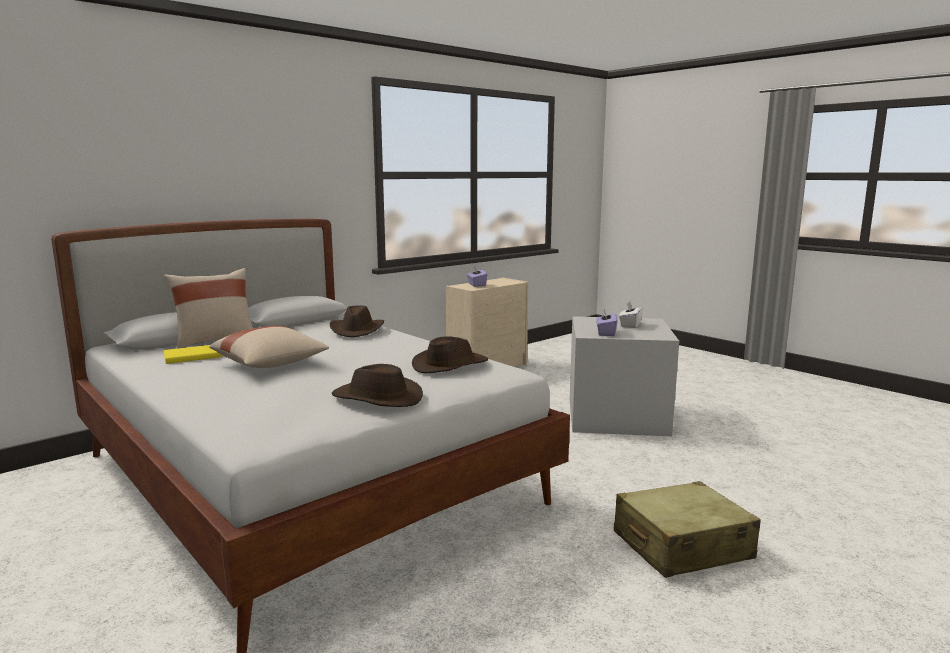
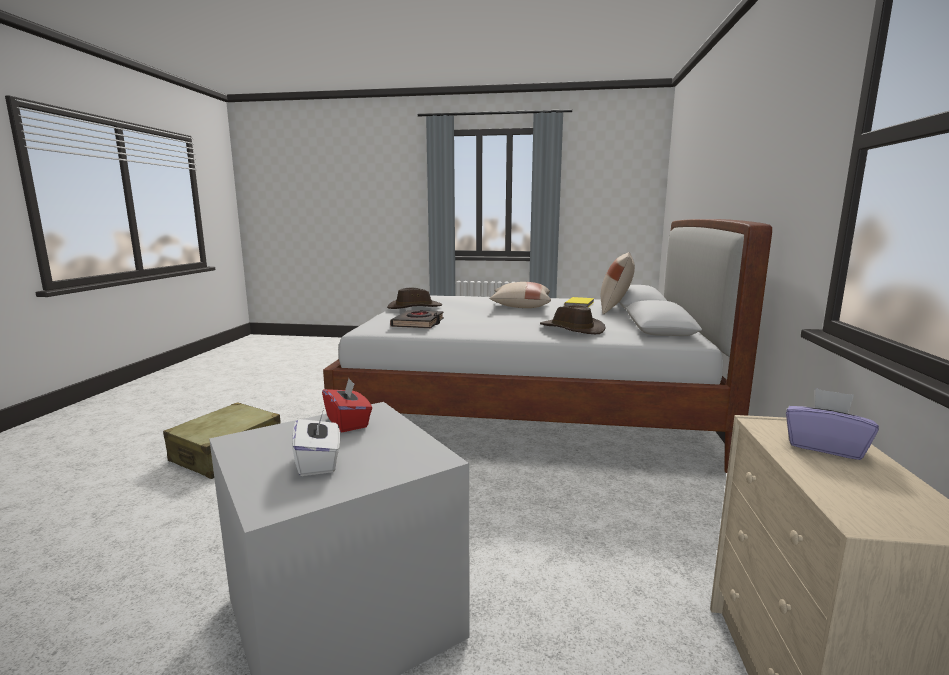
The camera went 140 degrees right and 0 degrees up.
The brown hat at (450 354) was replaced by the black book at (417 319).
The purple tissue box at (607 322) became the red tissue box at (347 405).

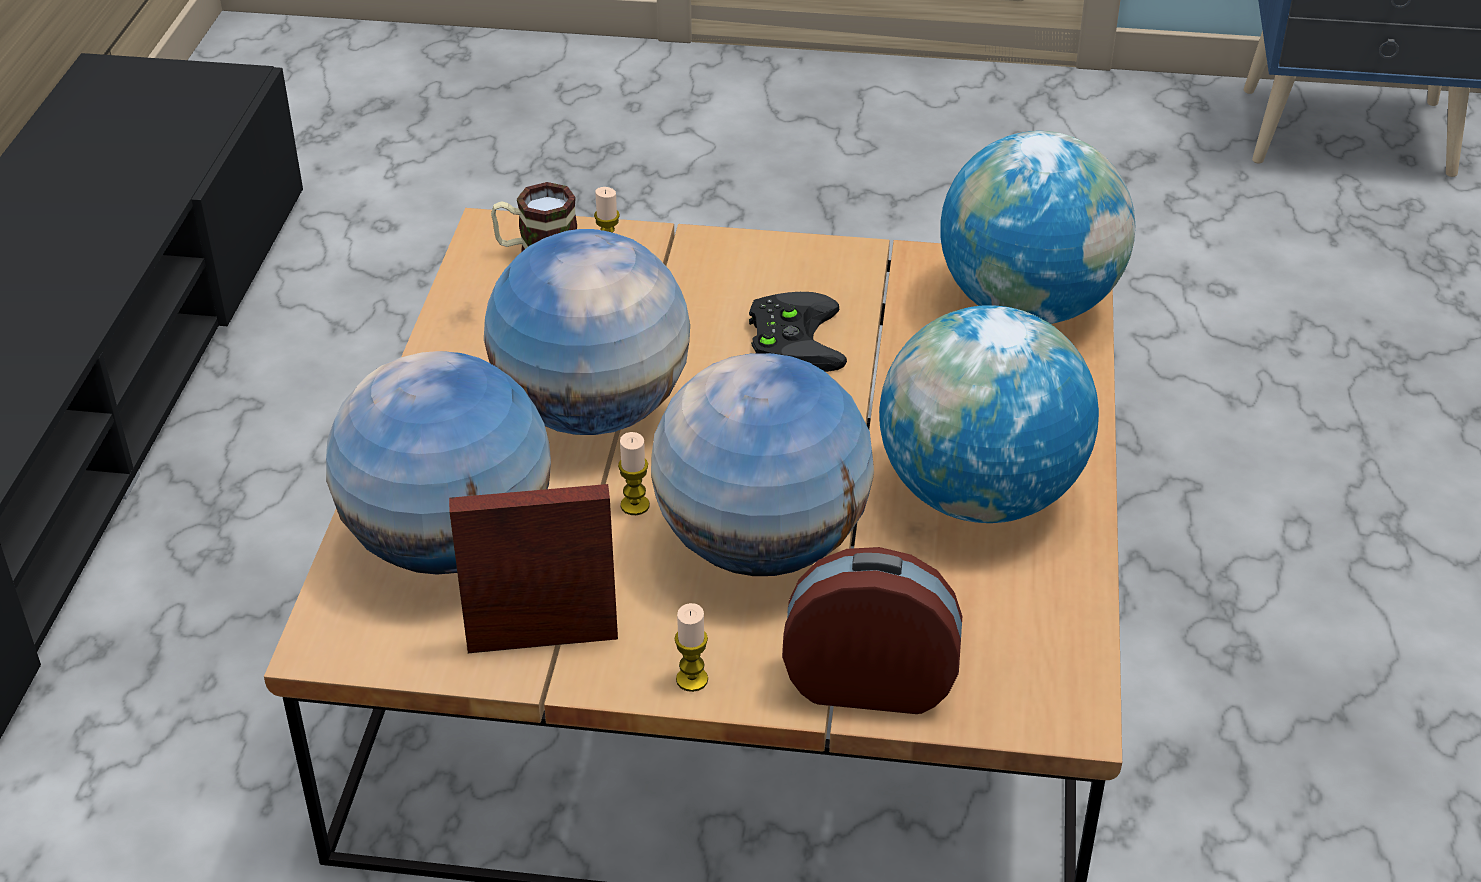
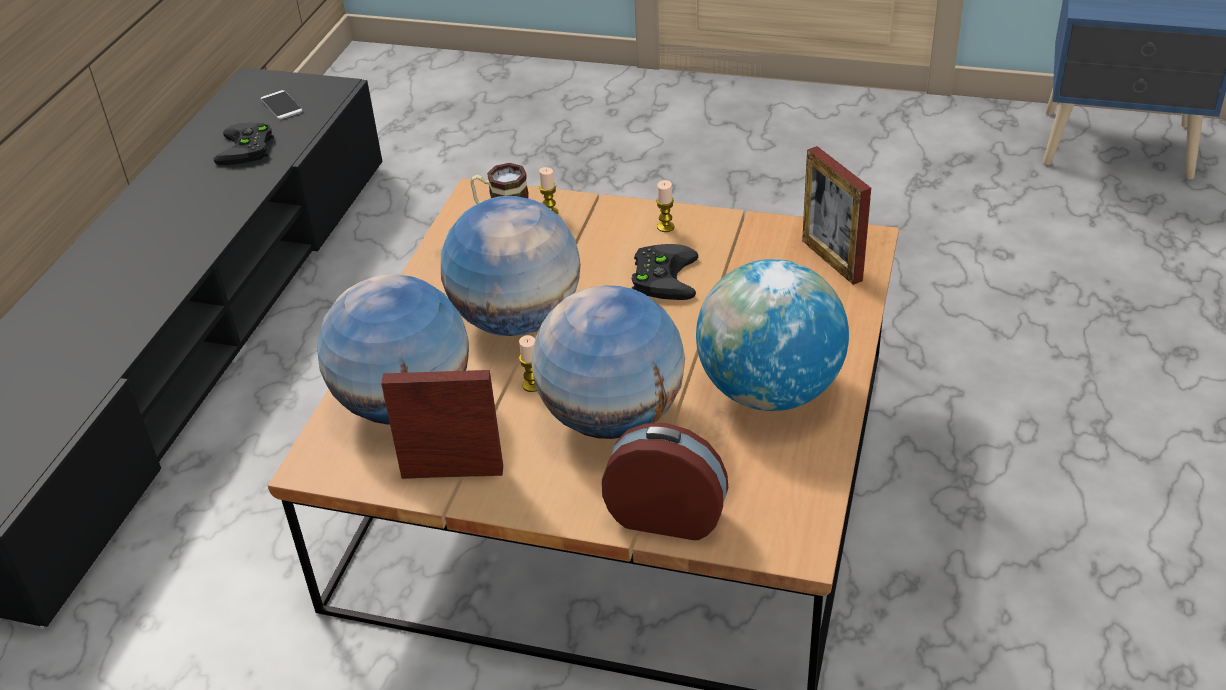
The camera went 10 degrees right and 0 degrees up.
The black game controller at (244 144) appeared.
The phone at (281 104) appeared.
The candle moved from (691 647) to (665 206).
The globe at (1037 227) was replaced by the picture frame at (836 215).

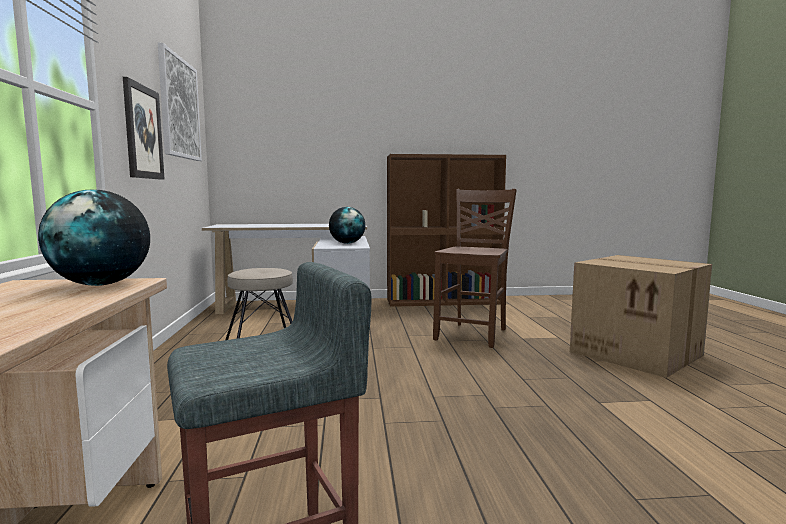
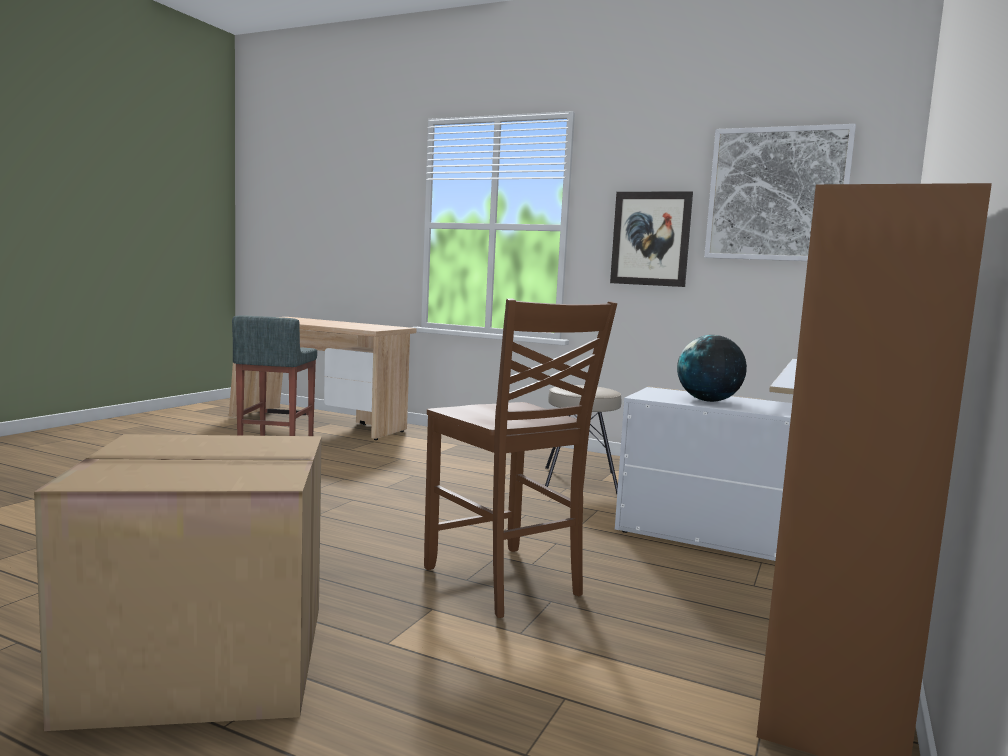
The camera went 120 degrees right and 0 degrees up.
The globe at (94 237) disappeared.

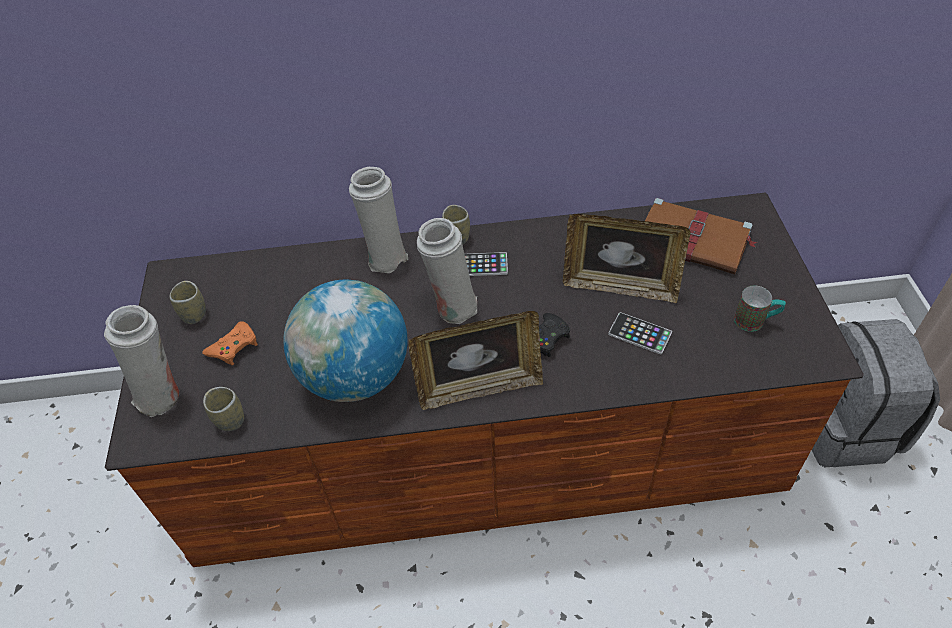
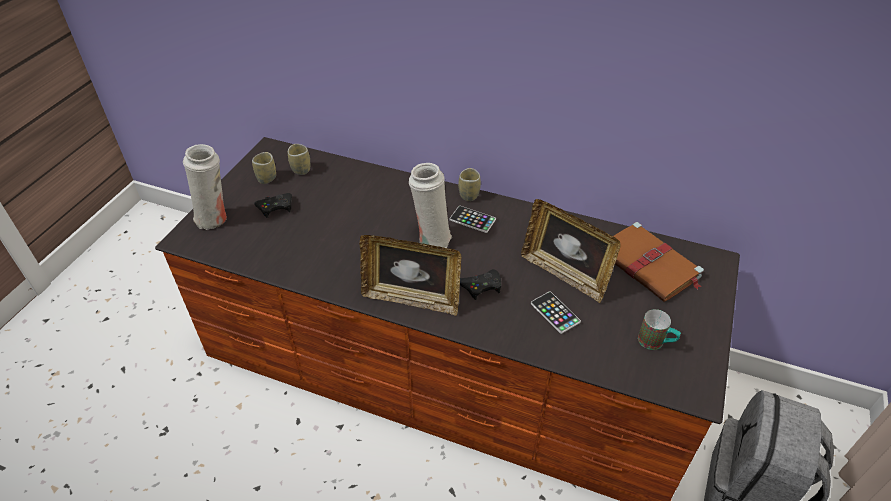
The camera went 25 degrees right and 5 degrees down.
The globe at (345 341) disappeared.
The white vase at (378 220) disappeared.
The cup moved from (223 409) to (299 159).
The orange game controller at (230 343) became the black game controller at (273 205).

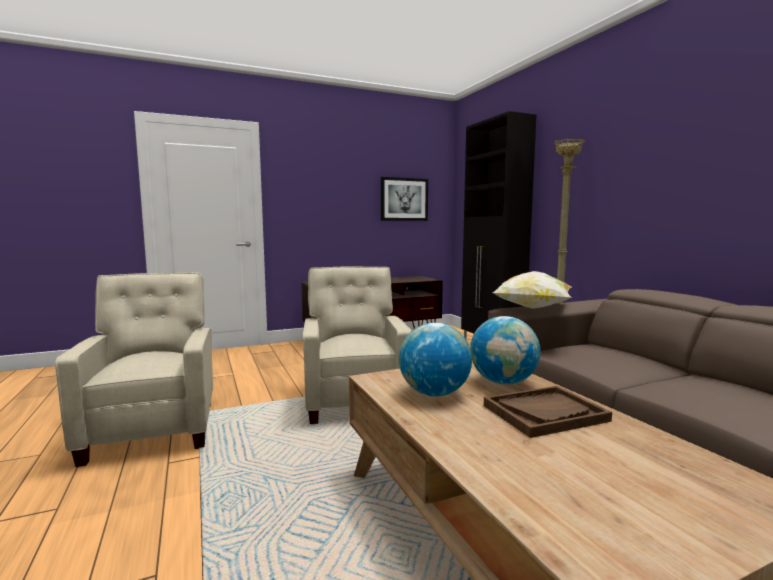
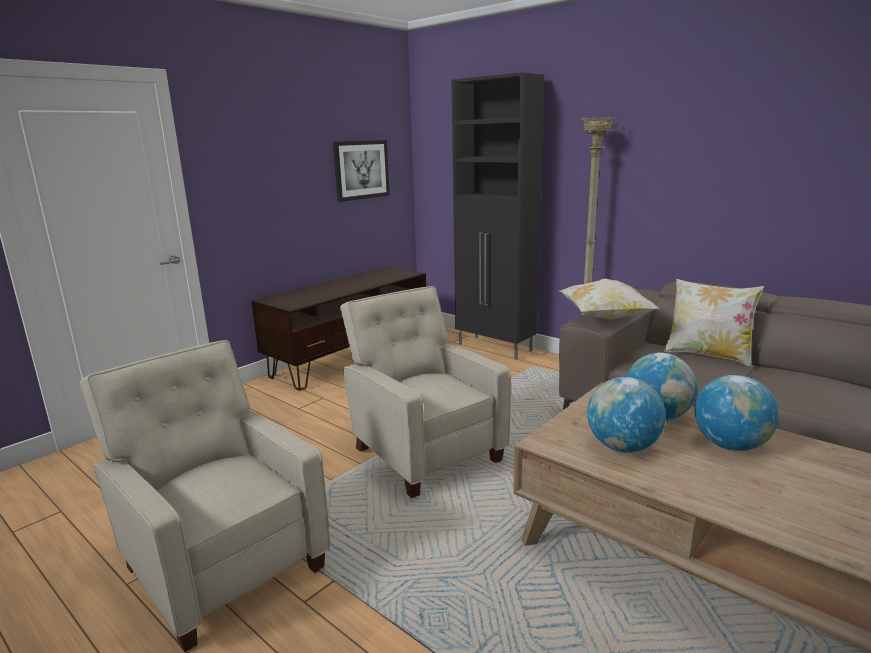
The camera went 25 degrees left and 10 degrees up.
The pillow at (714 322) appeared.
The brown tray at (548 412) was replaced by the globe at (737 413).

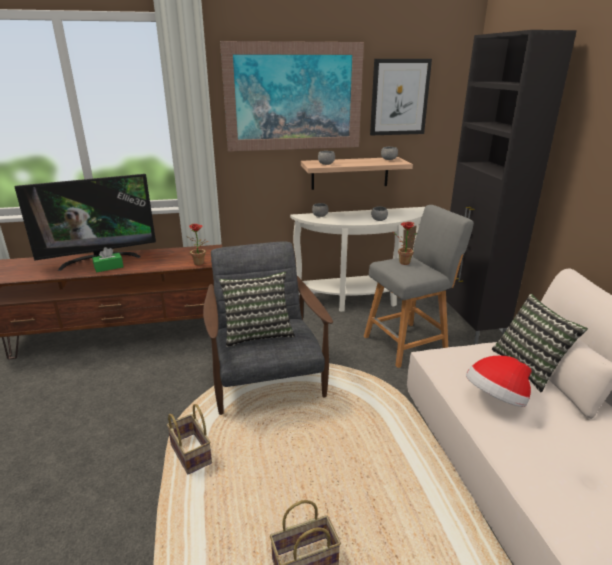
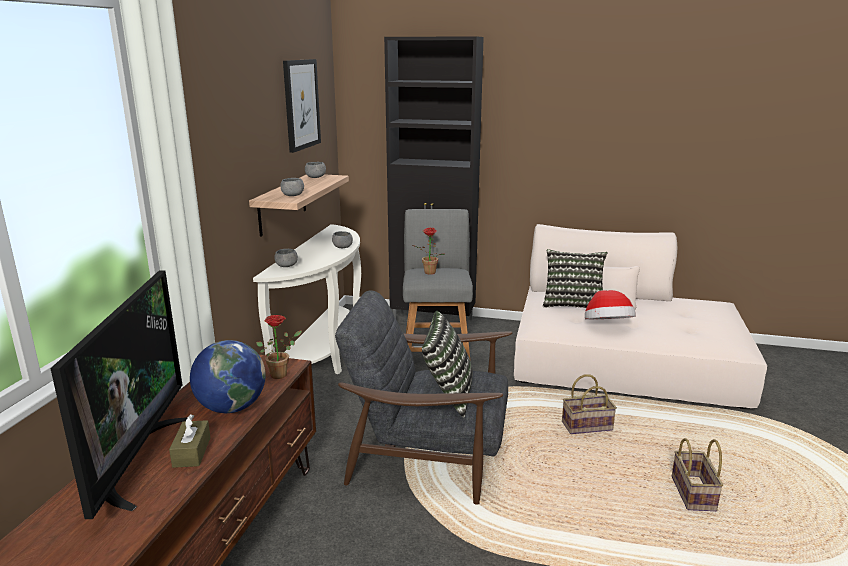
The camera went 65 degrees left and 5 degrees down.
The picture at (292 96) disappeared.
The globe at (228 376) appeared.
The basket moved from (189 439) to (589 404).
The green tissue box at (108 259) became the brown tissue box at (190 441).

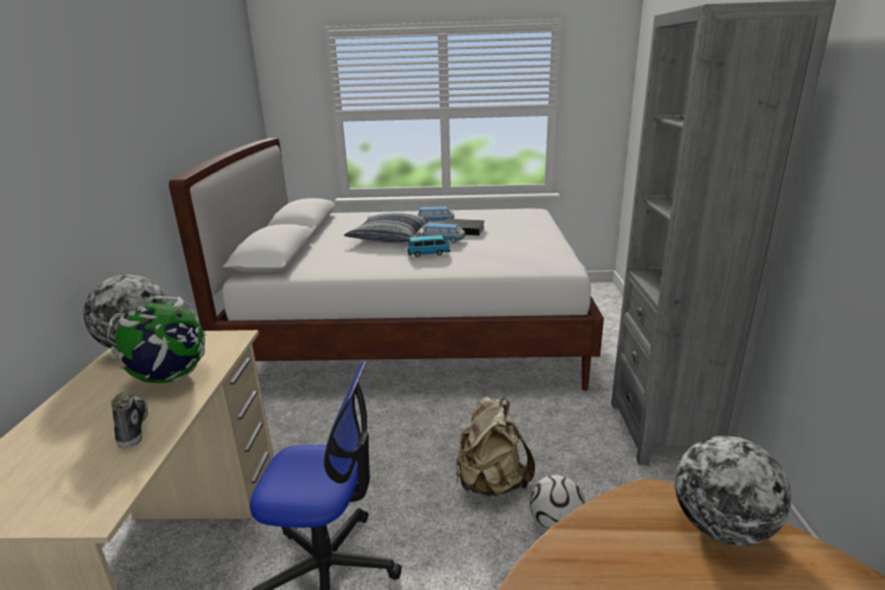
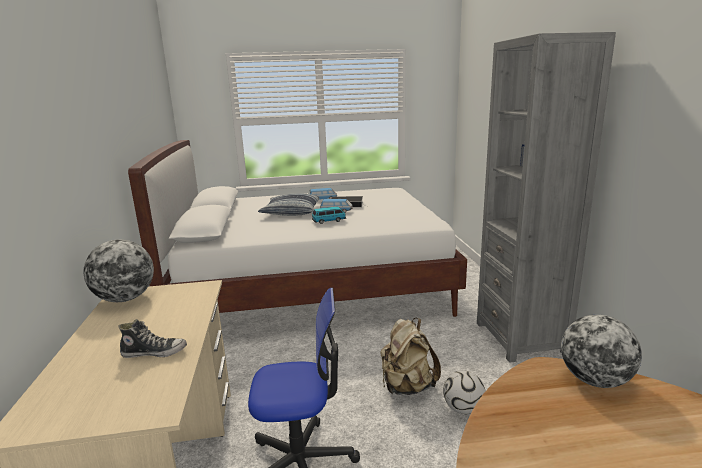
The camera went 10 degrees left and 5 degrees down.
The globe at (156 339) disappeared.
The shoe at (129 420) turned 120 degrees clockwise.

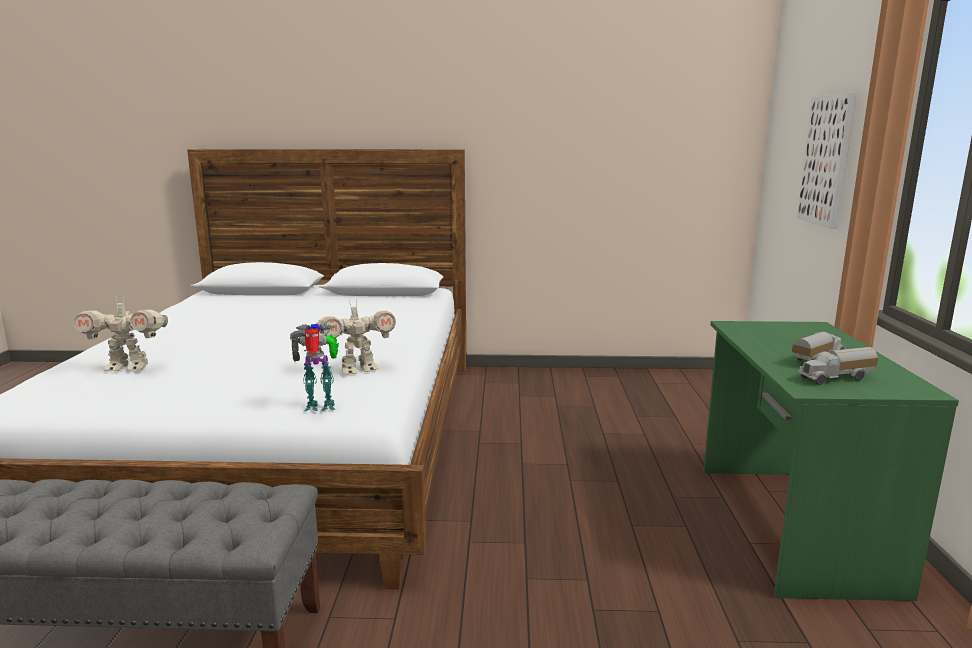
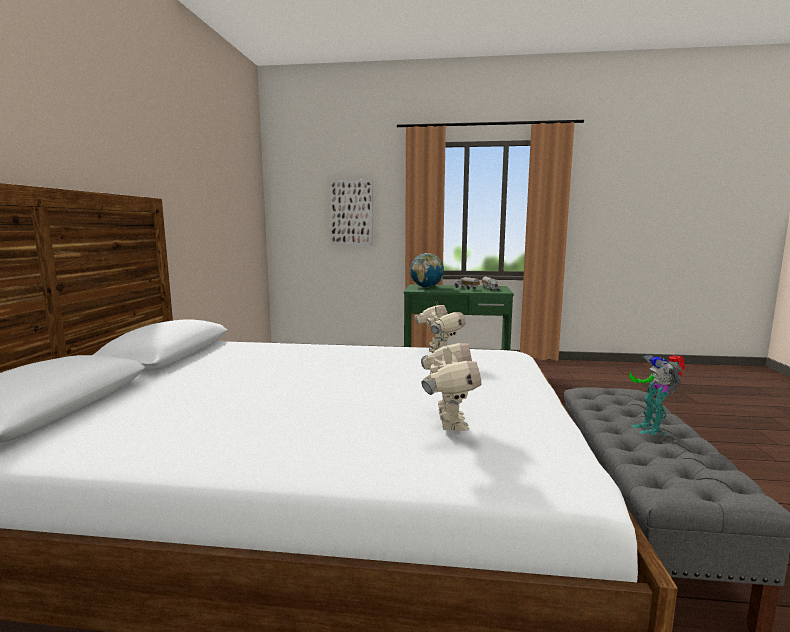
The camera went 85 degrees left and 5 degrees down.
The globe at (427 270) appeared.
The toy robot moved from (314 367) to (657 394).

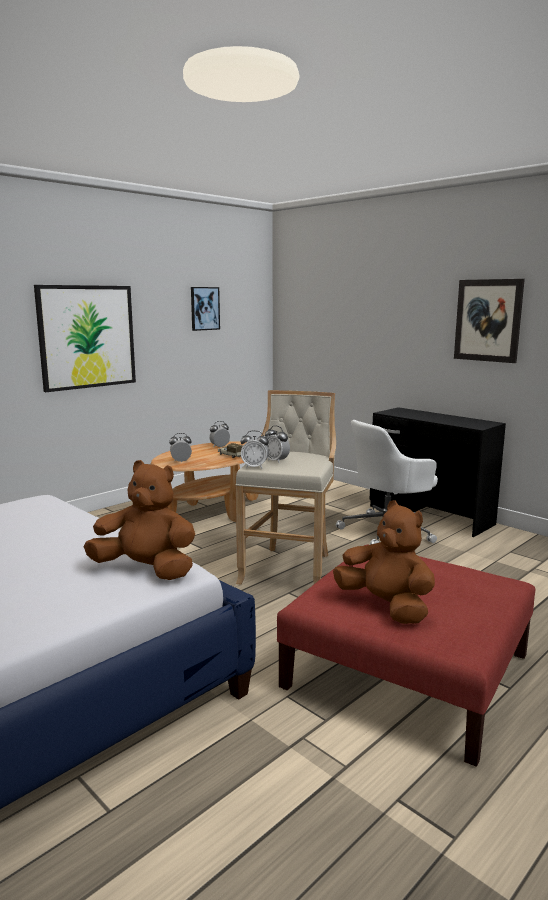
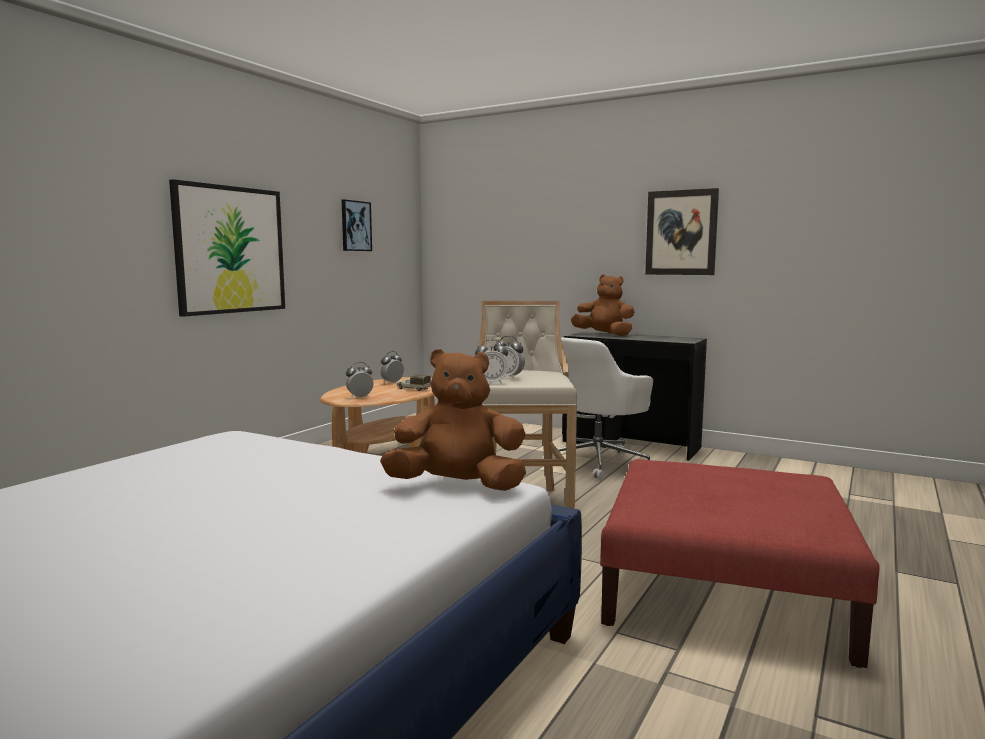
The camera went 15 degrees left and 5 degrees down.
The brown plush toy moved from (384 562) to (602 305).

